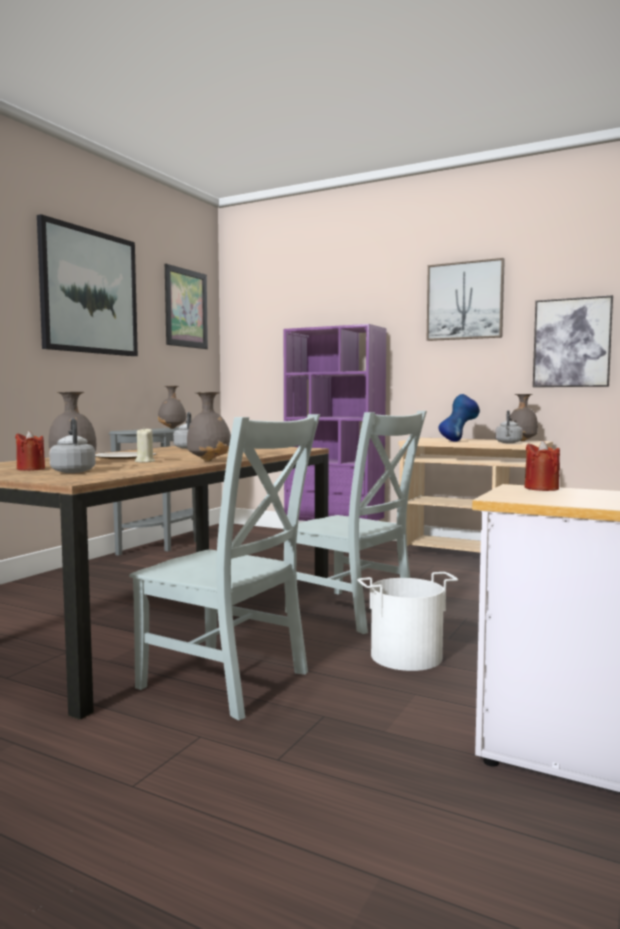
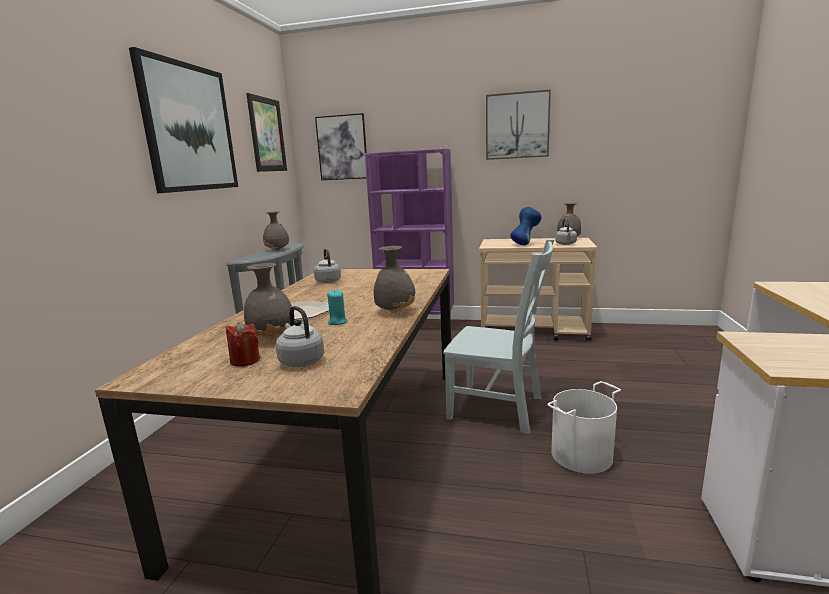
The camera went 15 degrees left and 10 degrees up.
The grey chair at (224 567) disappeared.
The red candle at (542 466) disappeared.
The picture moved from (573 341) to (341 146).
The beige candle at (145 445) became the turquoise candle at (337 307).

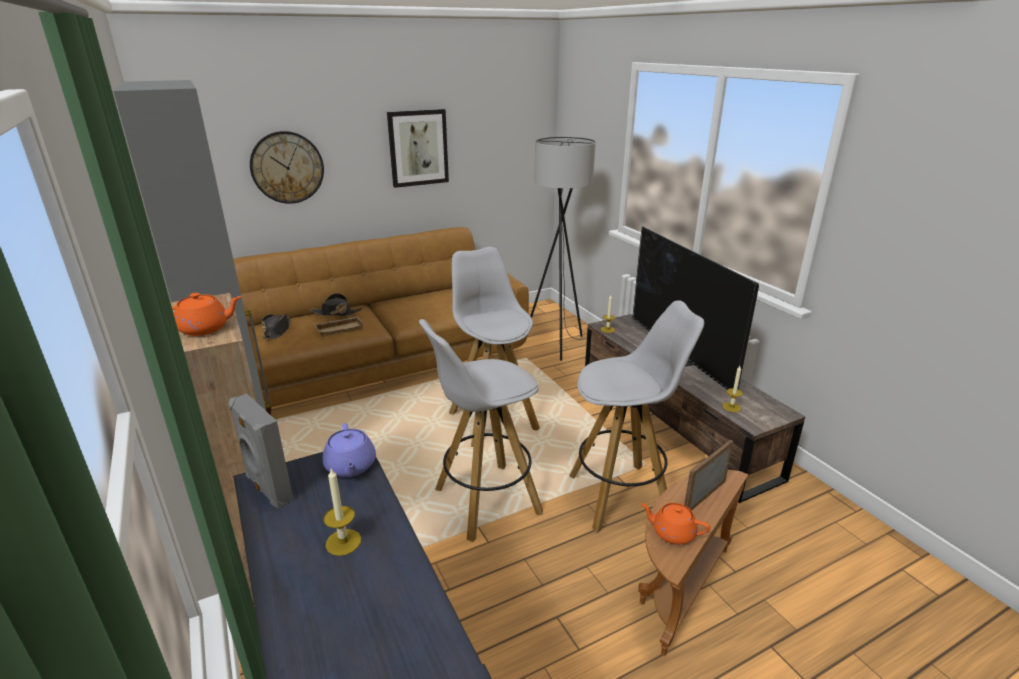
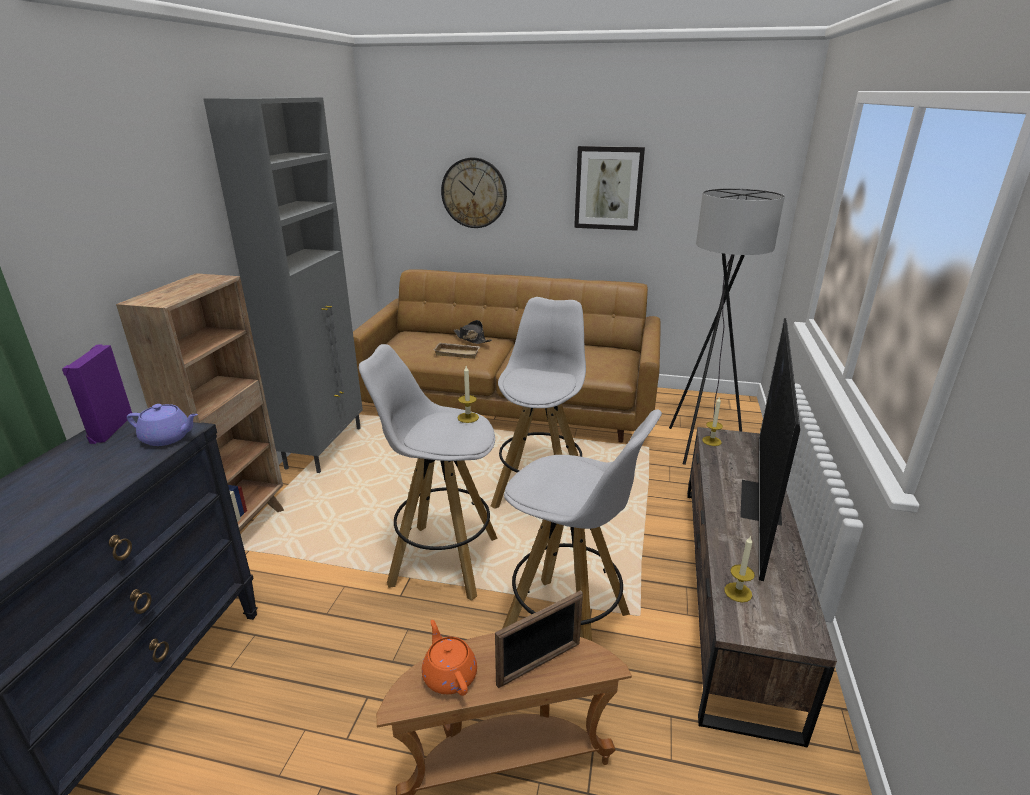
The camera went 40 degrees right and 0 degrees up.
The orange teapot at (207 314) disappeared.
The black hat at (276 326) disappeared.
The candle moved from (342 512) to (468 394).
The grey speaker at (260 451) became the purple speaker at (97 394).
The purple teapot at (349 450) turned 105 degrees counterclockwise.
The picture frame at (709 475) turned 150 degrees clockwise.

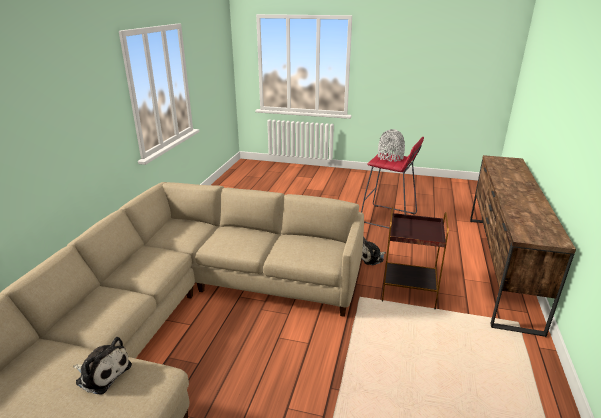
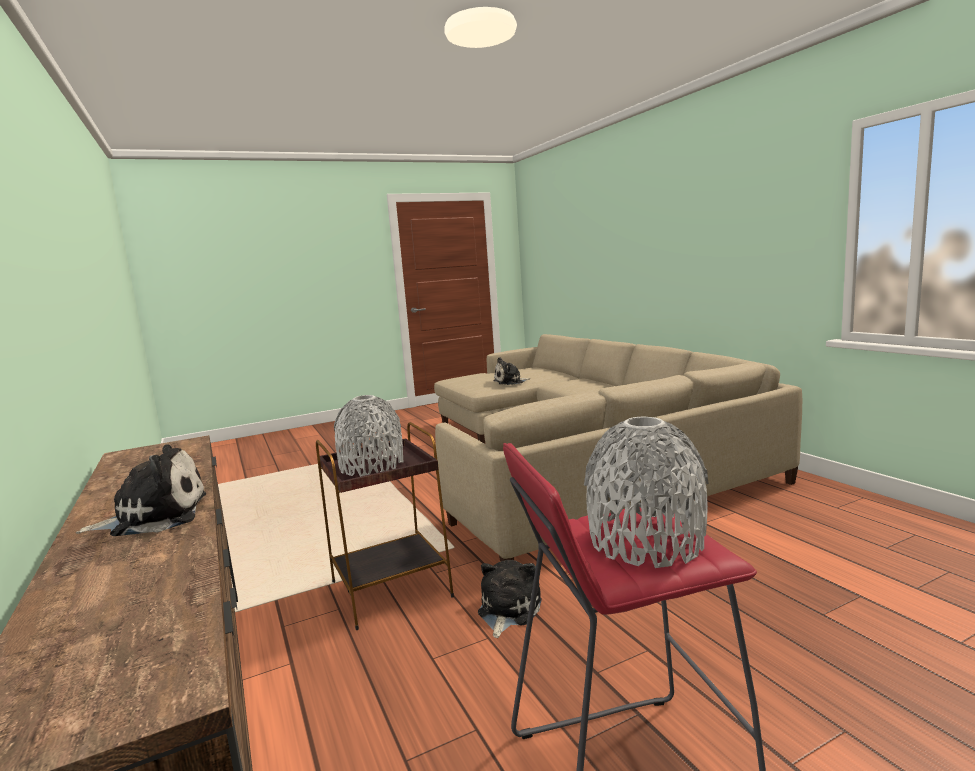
The camera went 140 degrees right and 15 degrees down.
The plush toy at (141 490) appeared.
The grey vase at (369 436) appeared.

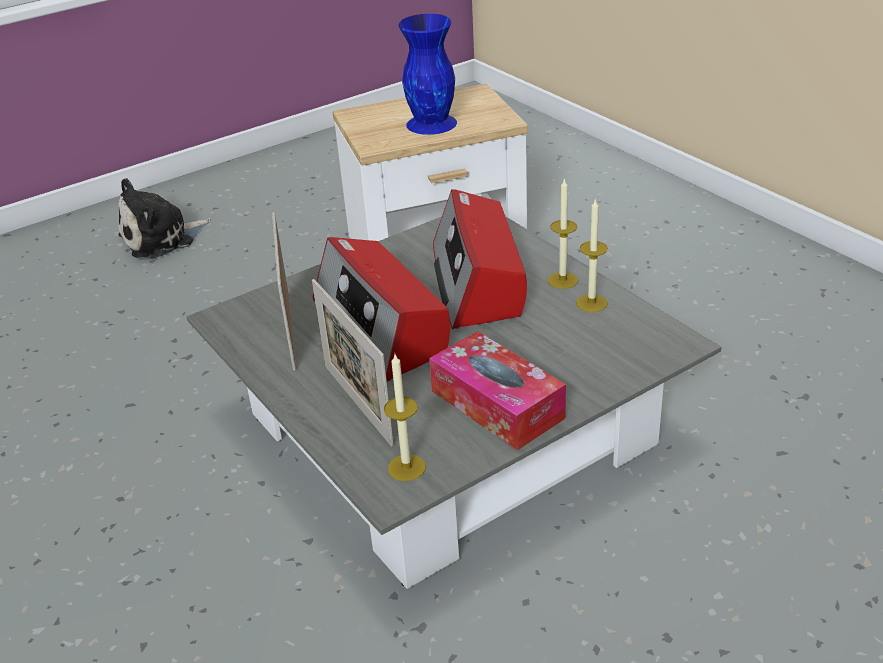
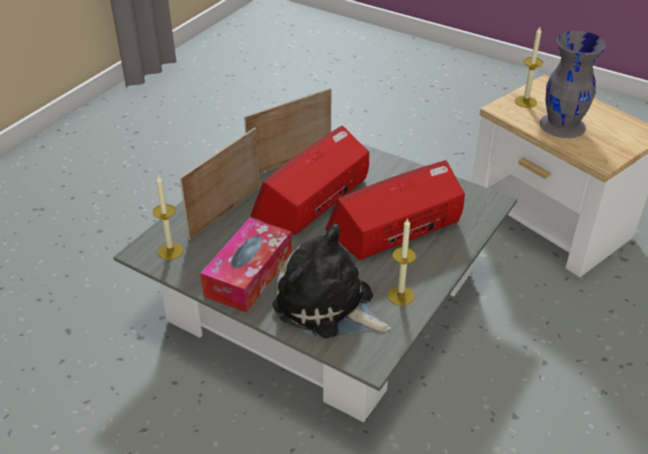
The camera went 65 degrees right and 5 degrees up.
The plush toy moved from (164 218) to (331 281).
The candle moved from (563 233) to (529 67).
The blue vase at (427 74) became the grey vase at (572 84).

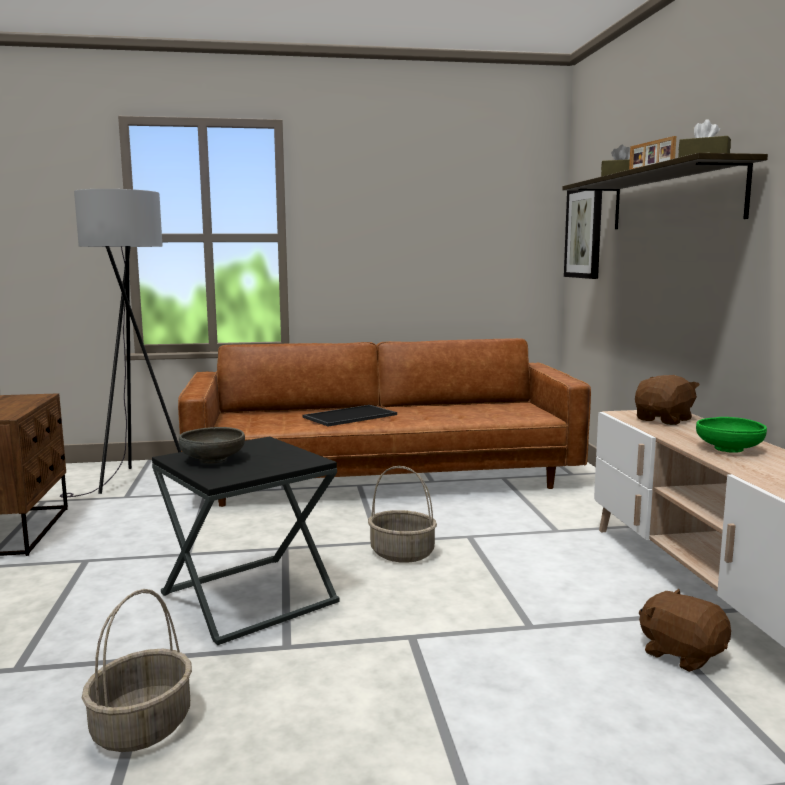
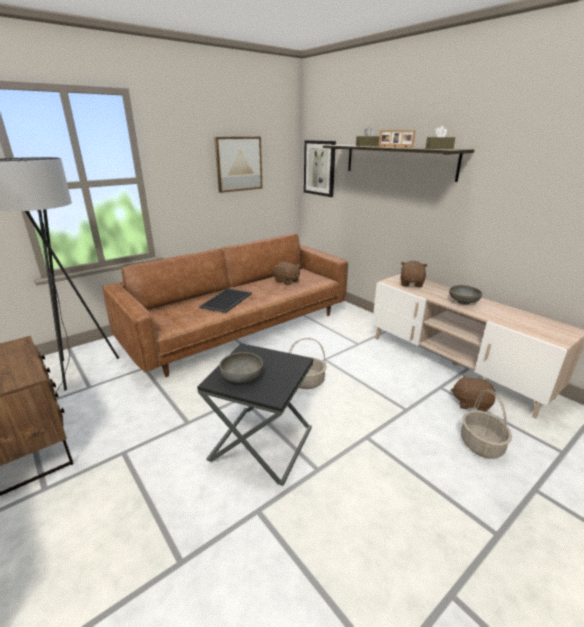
The camera went 30 degrees left and 15 degrees up.
The picture at (238 165) appeared.
The brown plush toy at (286 273) appeared.
The basket moved from (137 670) to (486 424).
The green bowl at (731 435) became the grey bowl at (465 295).

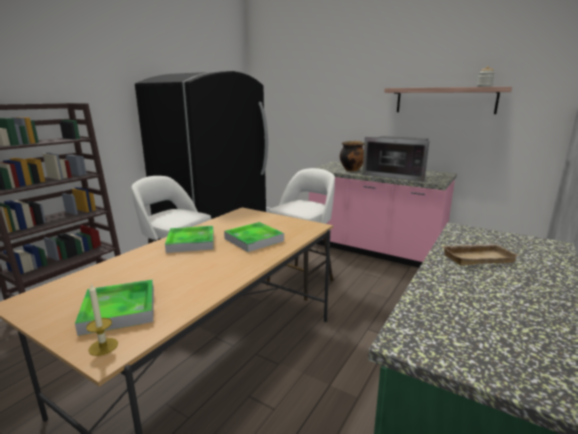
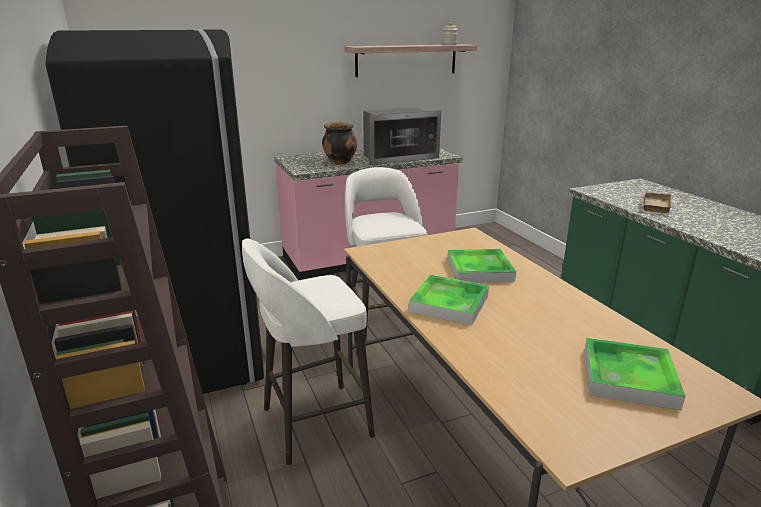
The camera went 55 degrees left and 5 degrees up.
The candle at (102 320) disappeared.

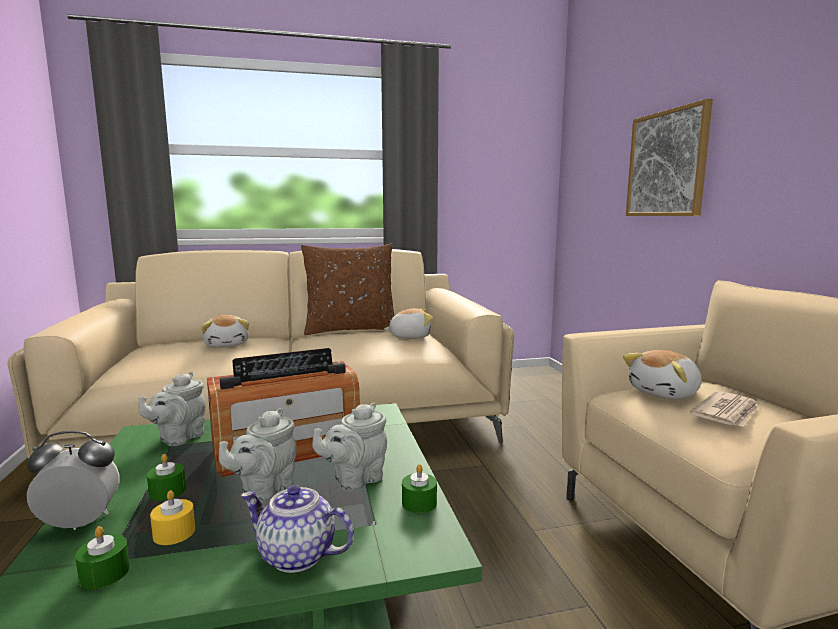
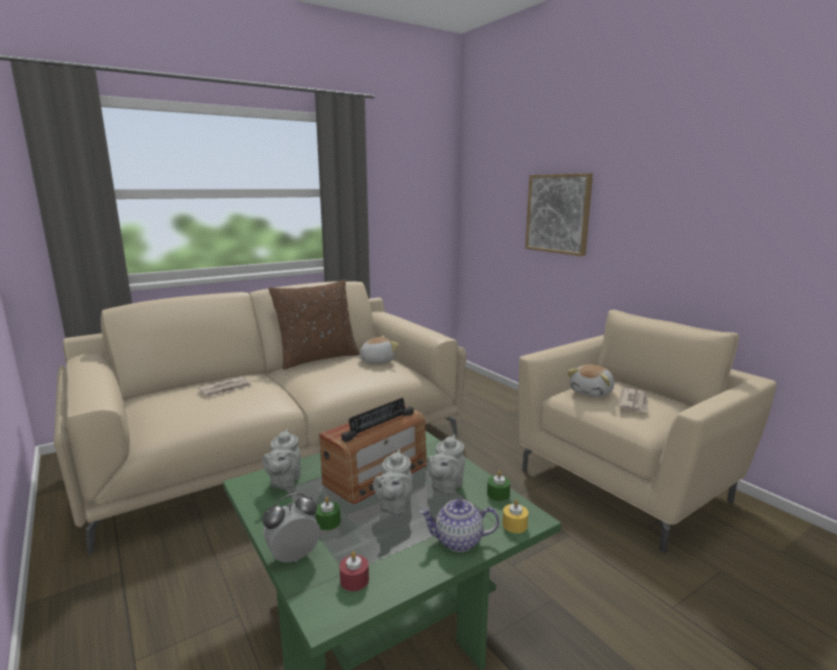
The camera went 20 degrees left and 5 degrees up.
The yellow candle moved from (172 517) to (515 516).
The plush toy at (225 331) was replaced by the newspaper at (225 386).
The green candle at (102 558) became the red candle at (354 571).

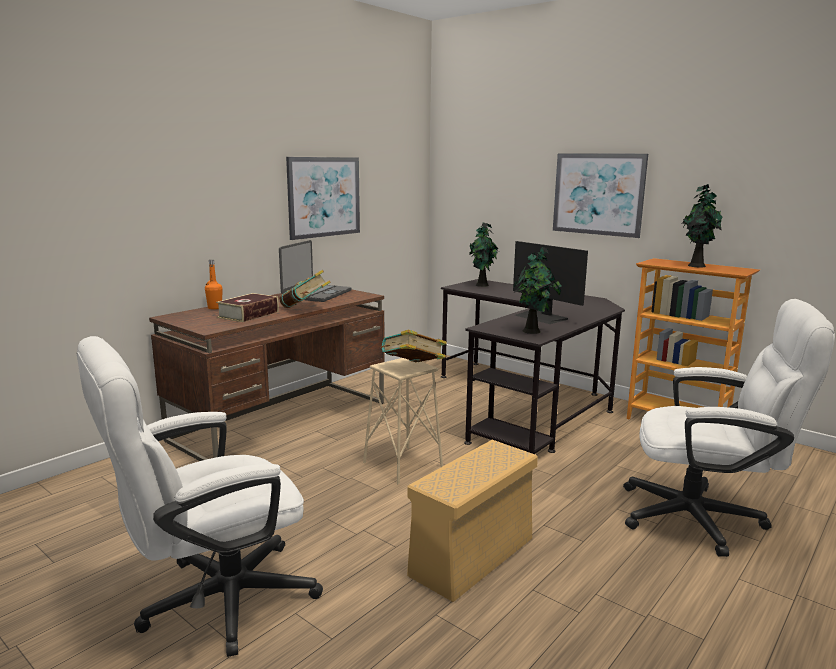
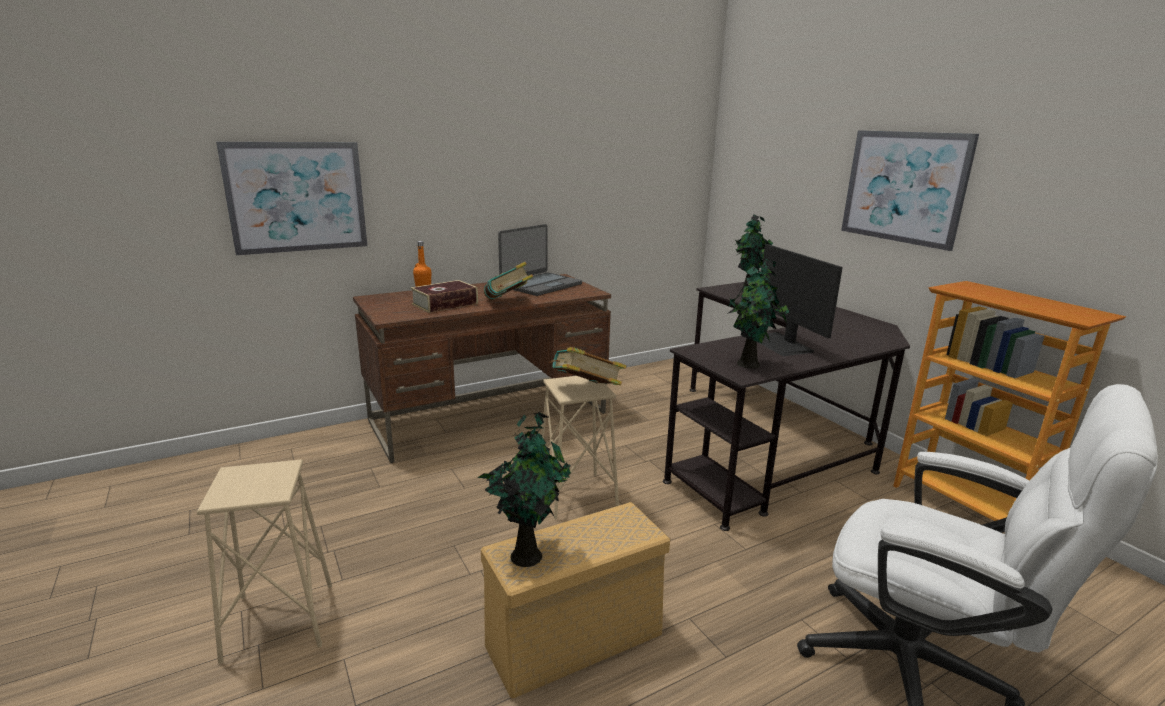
The camera went 20 degrees right and 5 degrees up.
The picture moved from (323 198) to (291 199).
The potted plant moved from (702 226) to (524 489).
The white office chair at (200 496) was replaced by the beige stool at (264 561).

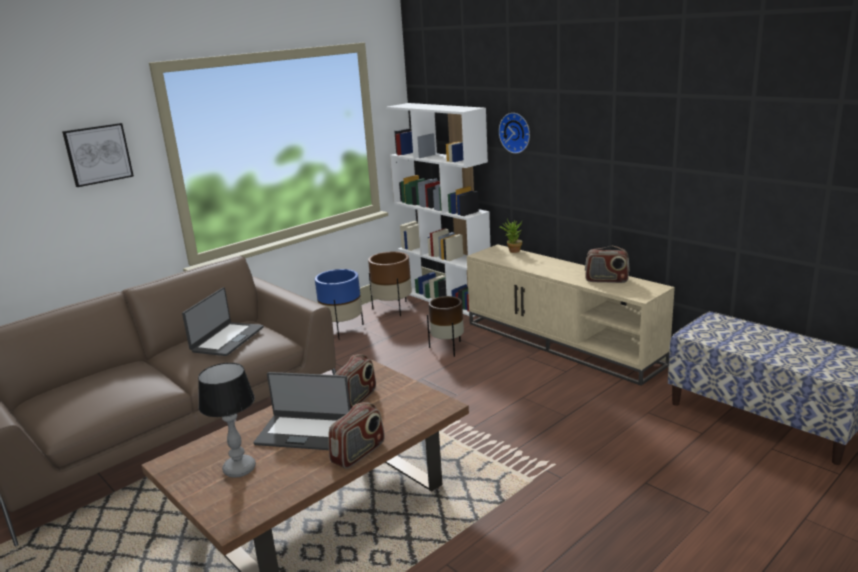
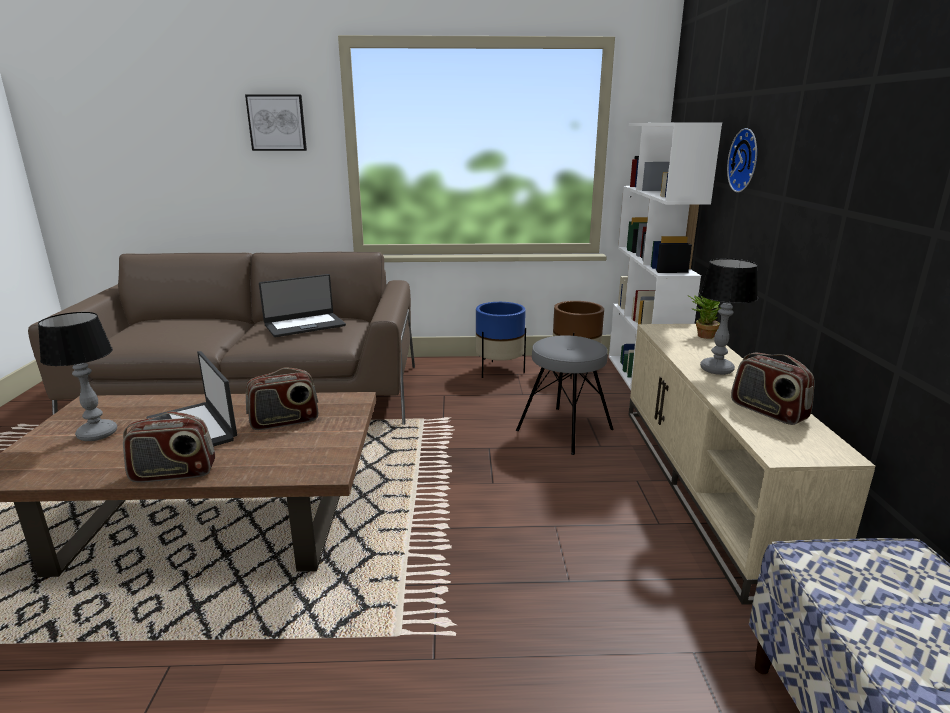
The camera went 40 degrees right and 0 degrees up.
The table lamp at (728 316) appeared.
The brown planter at (445 326) was replaced by the grey stool at (565 395).

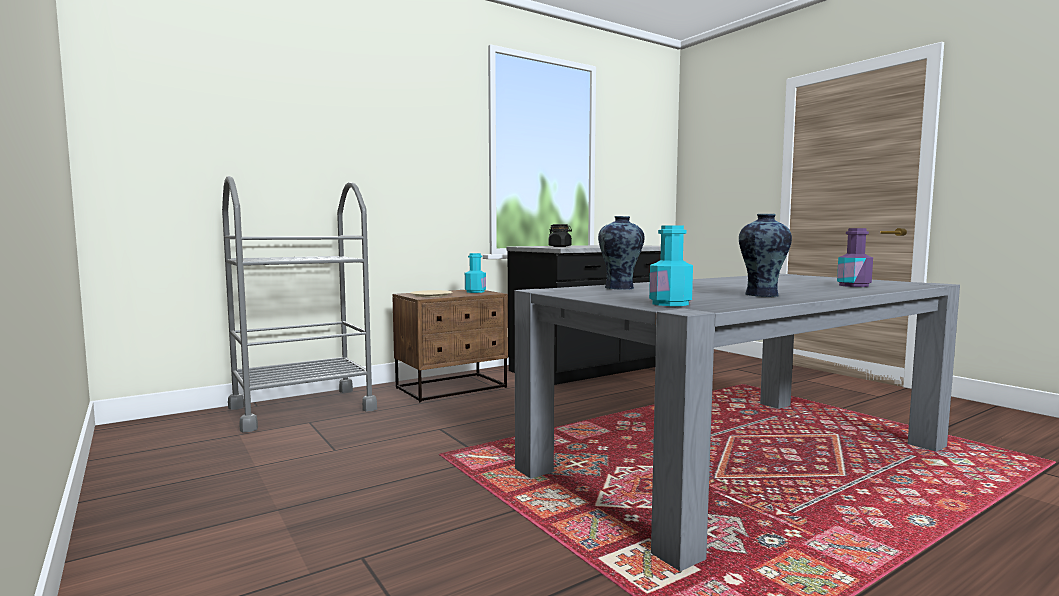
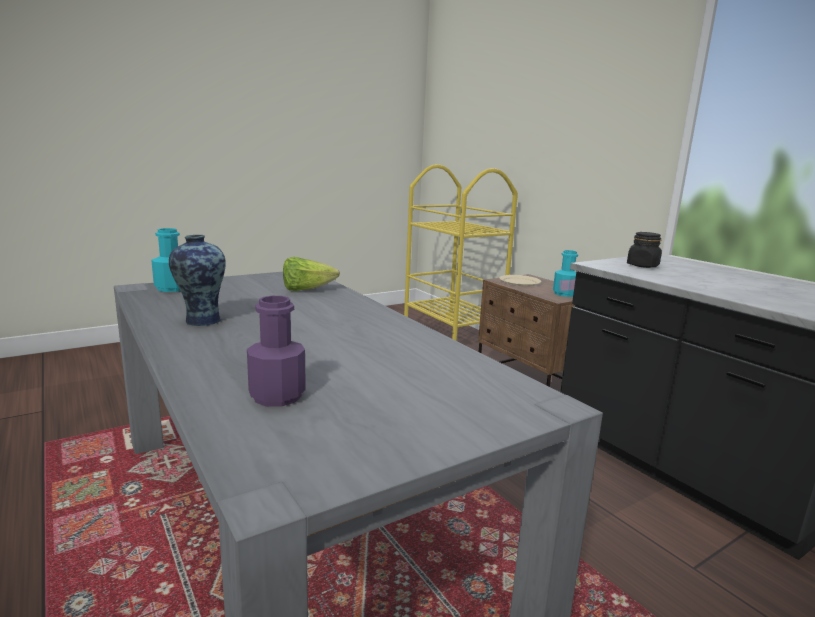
The camera went 90 degrees right and 10 degrees up.
The vase at (621 253) was replaced by the lettuce at (311 274).
The grey cart at (299 304) became the yellow cart at (461 252).

